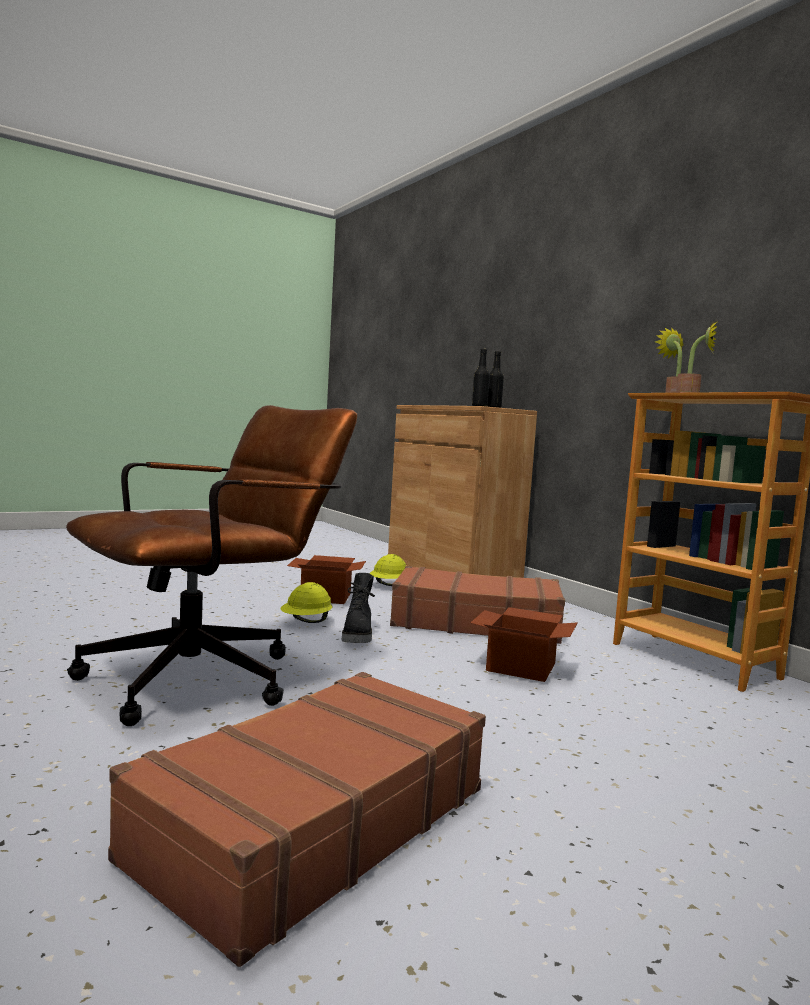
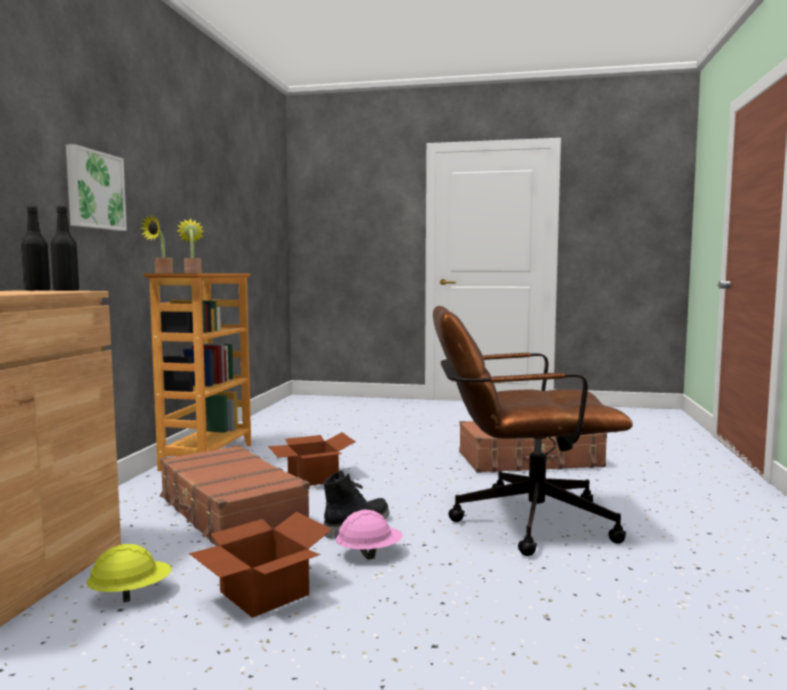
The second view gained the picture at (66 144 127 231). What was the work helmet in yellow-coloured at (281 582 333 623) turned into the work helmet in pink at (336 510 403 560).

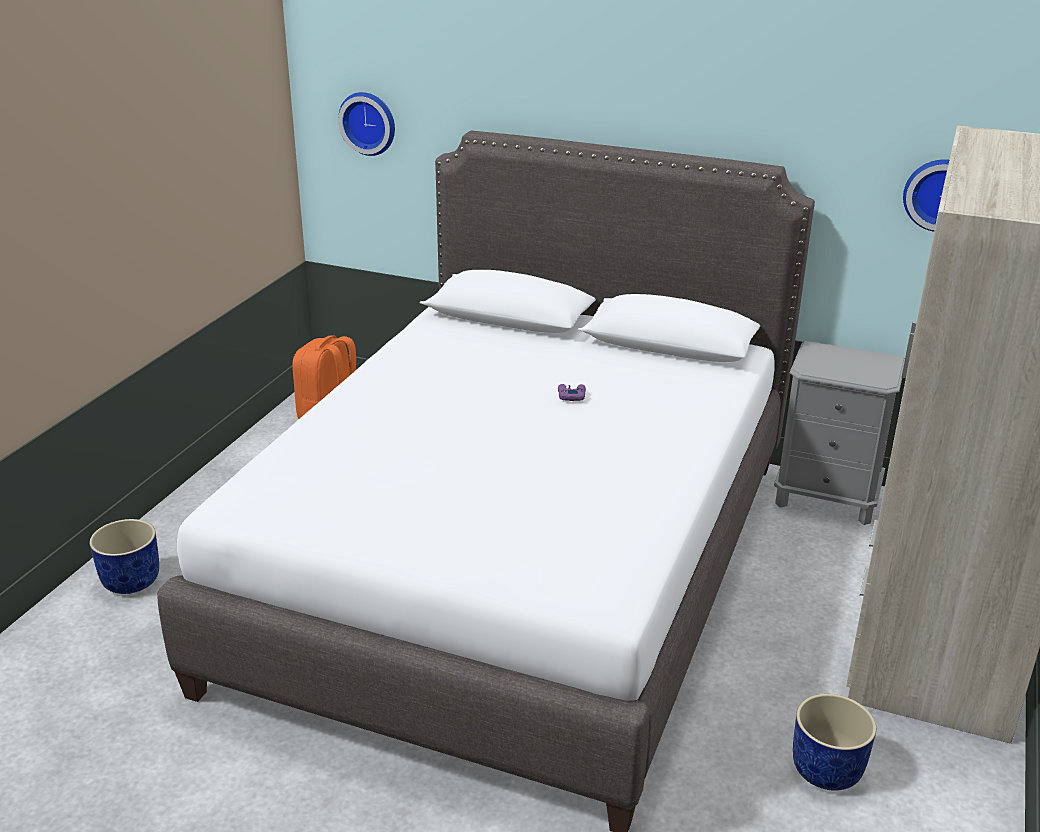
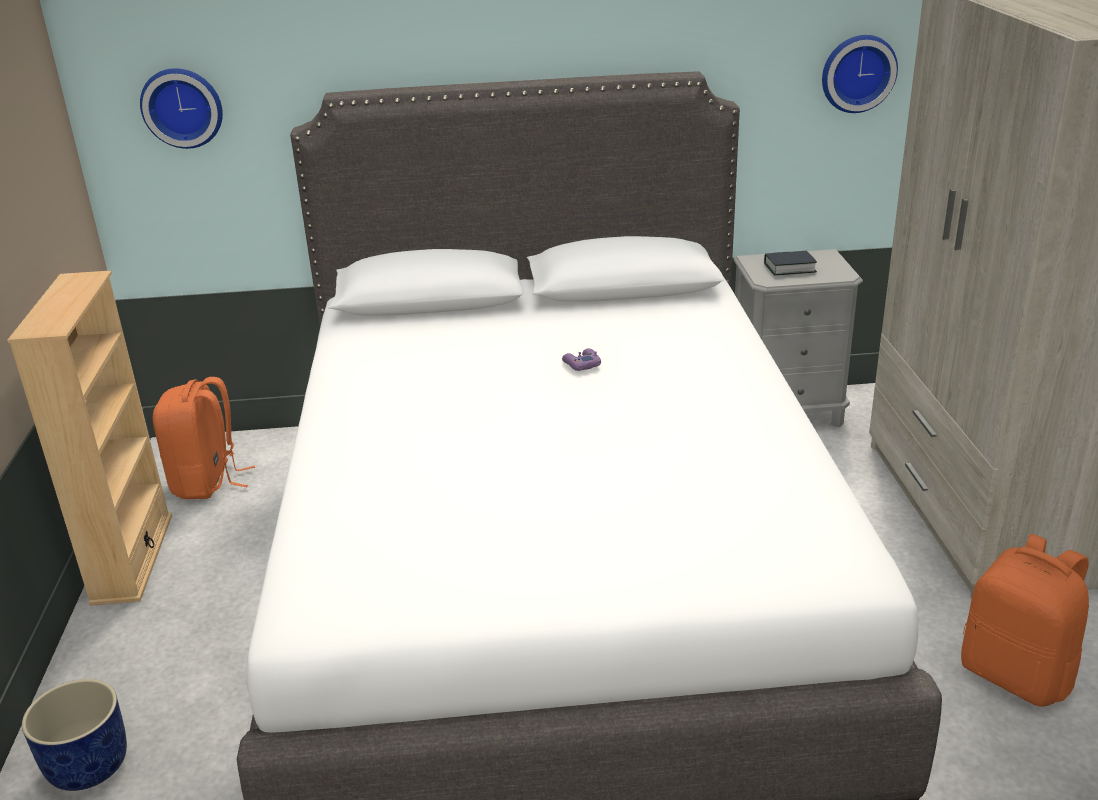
The second view gained the bookshelf in sand-coloured at (7 271 172 606). The second view gained the book at (764 251 817 275). Where the flower pot in bluish stood at (793 694 876 791), the rucksack in orange-coloured came to stand at (961 534 1089 707).

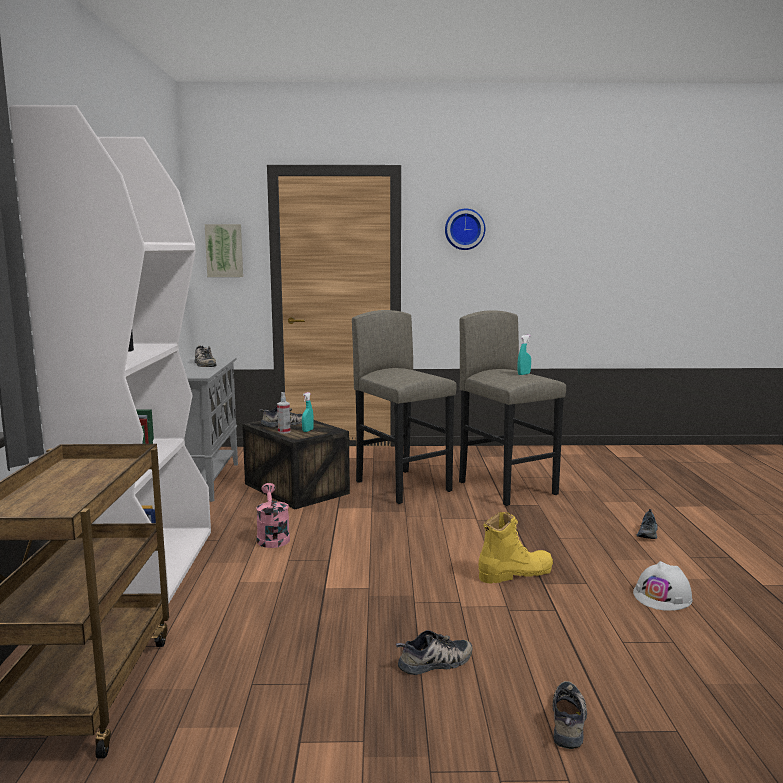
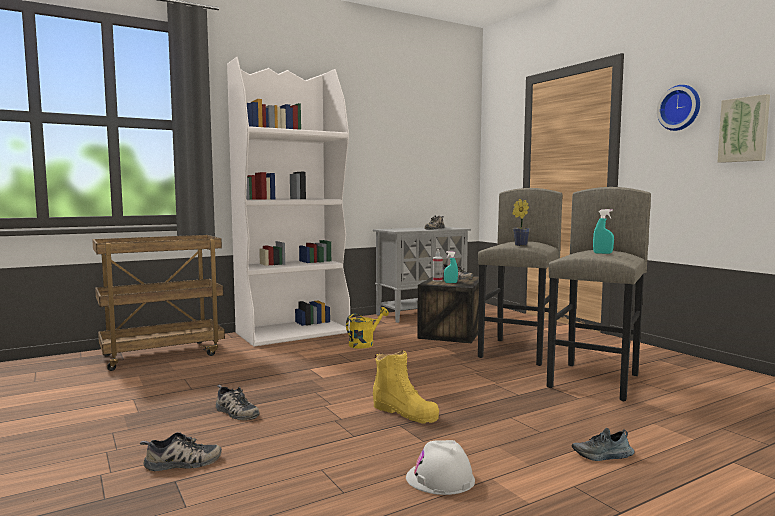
What was the watering pot in pink at (256 483 290 548) turned into the watering pot in yellow-coloured at (346 307 389 348). The second view gained the houseplant at (512 199 530 246). The picture ended up elsewhere, having gone from (205 224 243 277) to (717 94 770 163).

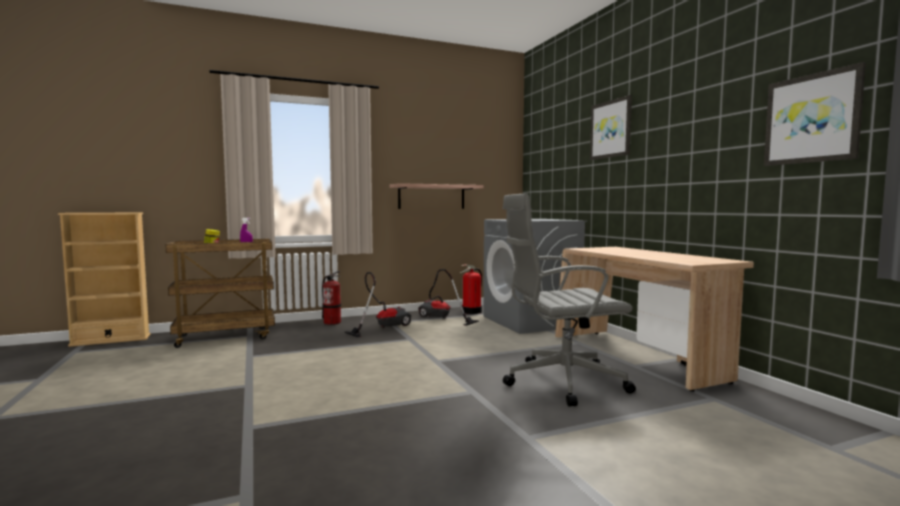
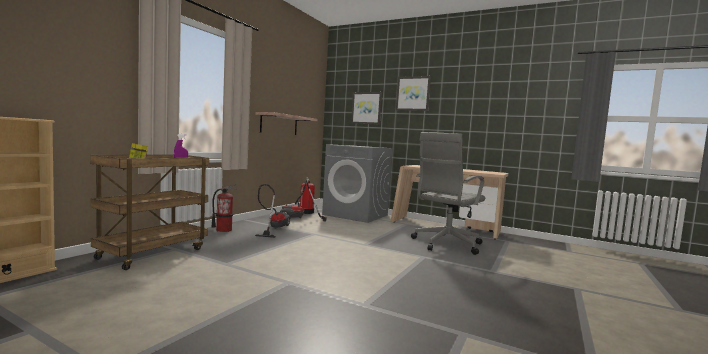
The picture ended up elsewhere, having gone from (764 62 866 166) to (351 92 382 124).

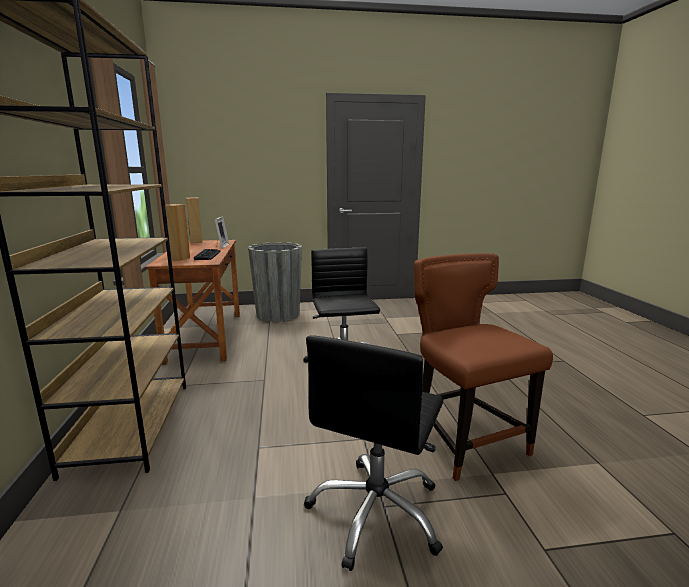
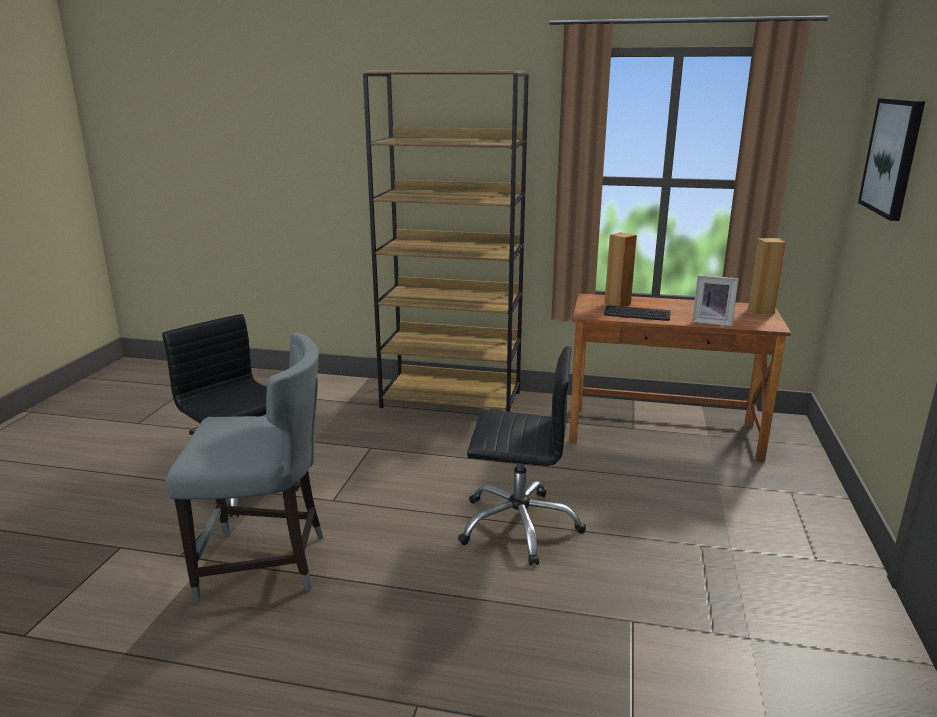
What was the plain chair in brown at (414 253 553 481) turned into the plain chair in grey at (165 333 323 603). The second view gained the picture at (858 98 925 221). The second view lost the flower pot in grey at (248 242 302 322).

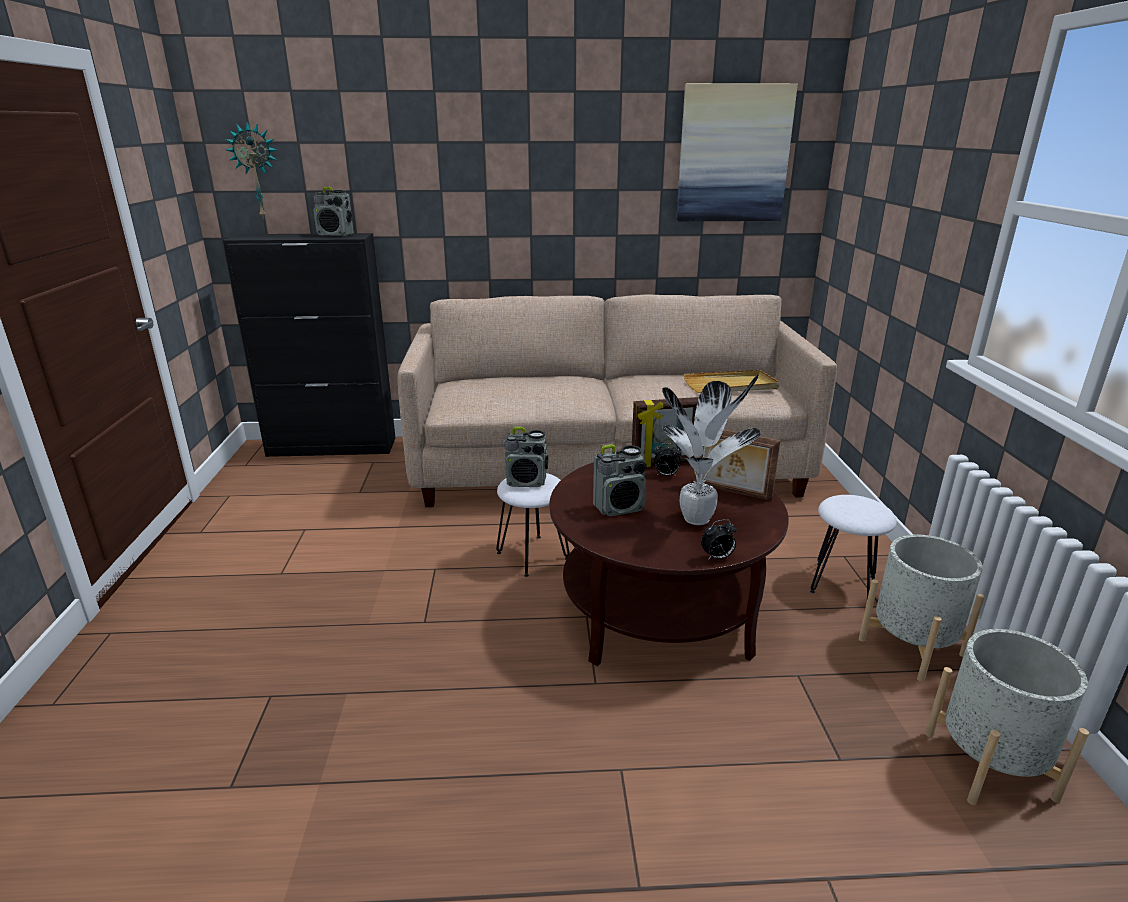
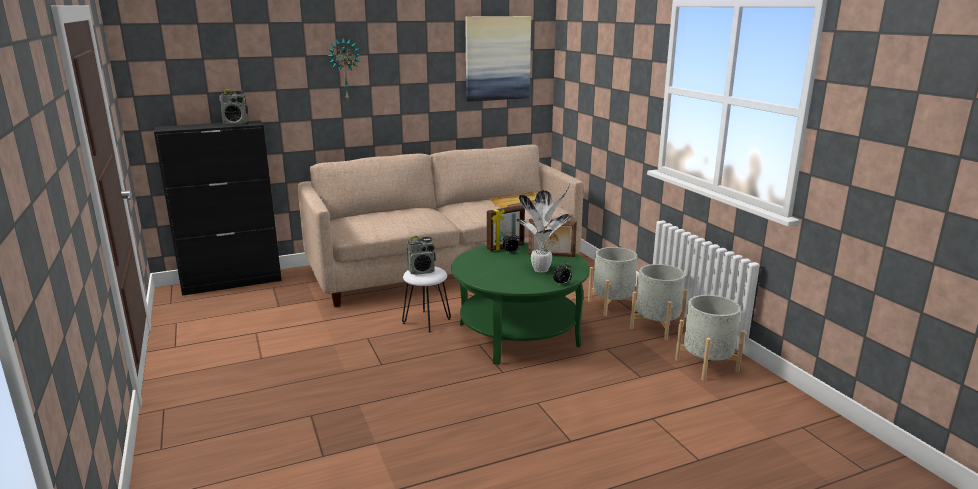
The wall clock ended up elsewhere, having gone from (225 122 277 220) to (328 38 360 101). What was the lounge table in brown at (549 462 789 666) turned into the lounge table in greenish at (451 243 590 365). Where the stool in whitish stood at (810 495 897 599), the flower pot in grey came to stand at (588 247 639 316). The second view lost the radio set at (593 445 647 516).

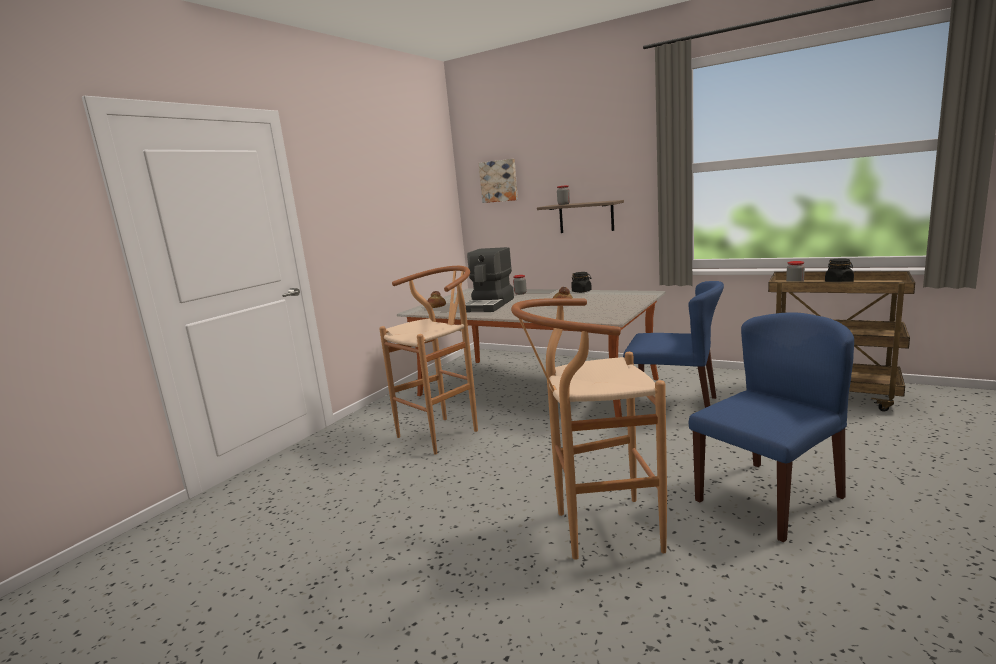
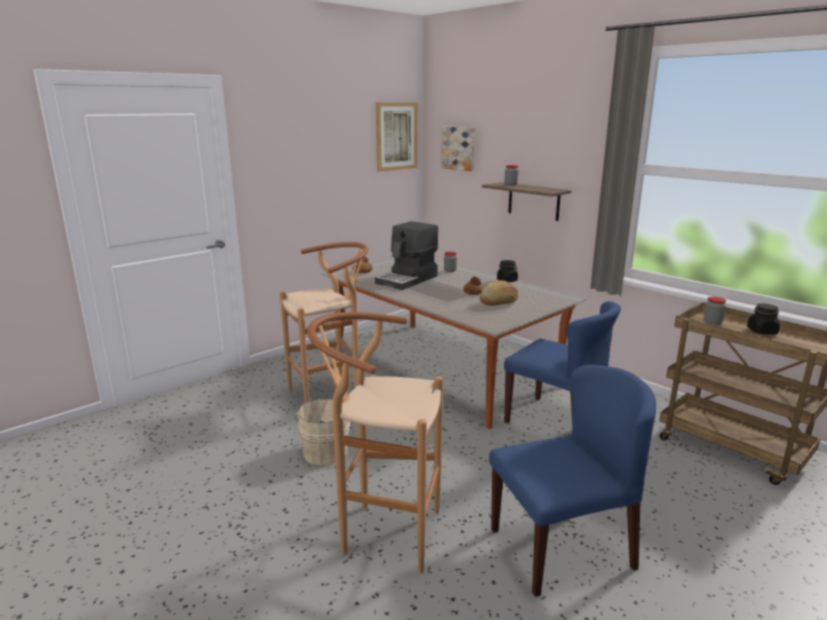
The second view gained the water bucket in sand-coloured at (294 399 350 465). The second view gained the picture at (376 102 418 172). The second view gained the baked bread at (479 280 518 306).

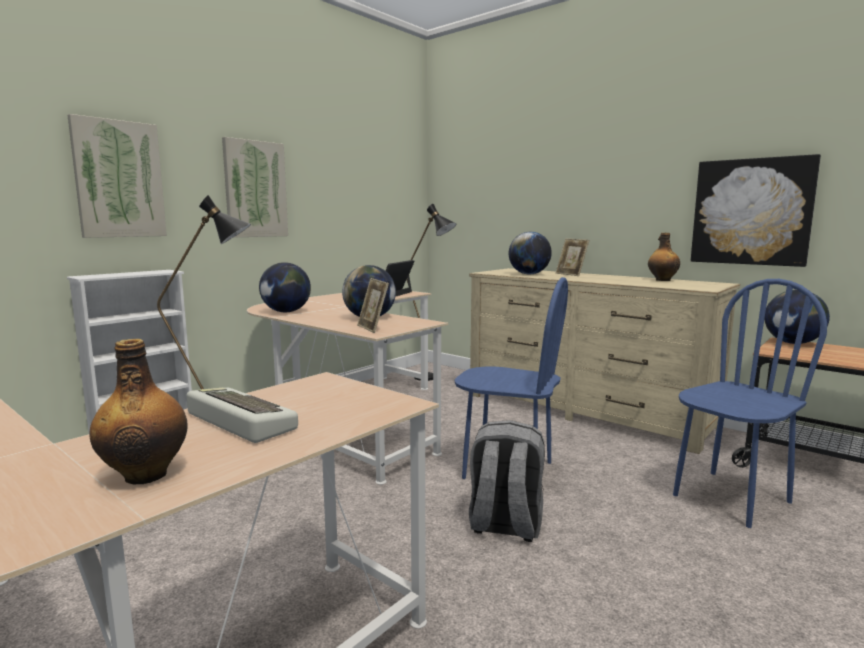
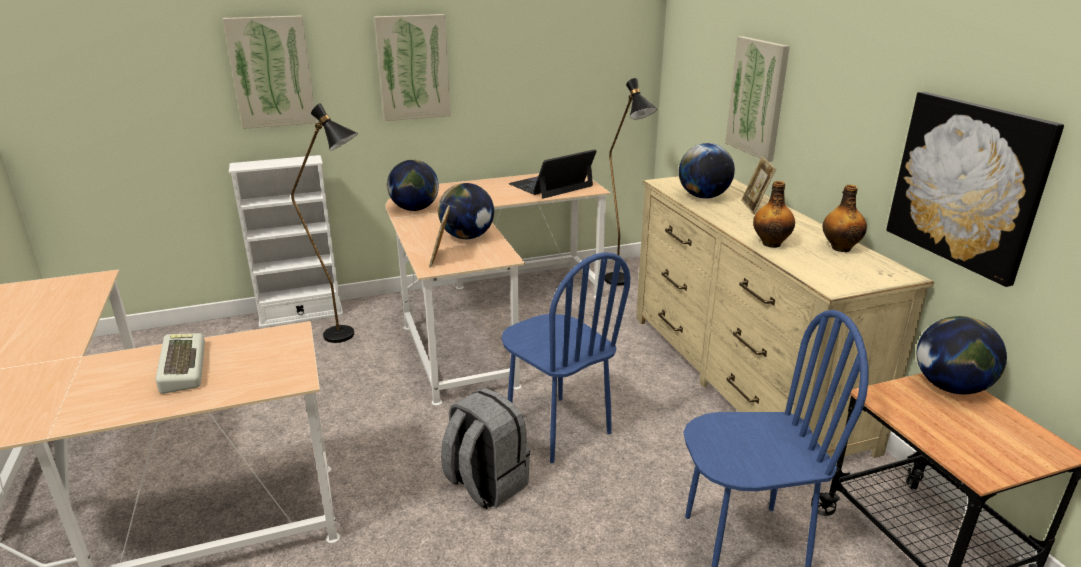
The second view gained the picture at (725 36 790 162). The beverage bottle ended up elsewhere, having gone from (90 339 188 484) to (753 181 795 248).

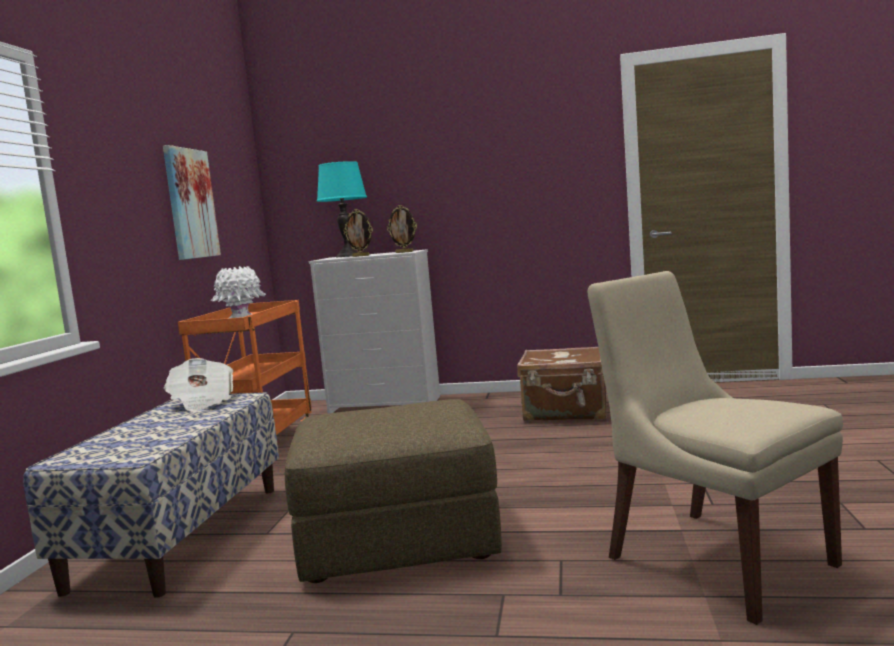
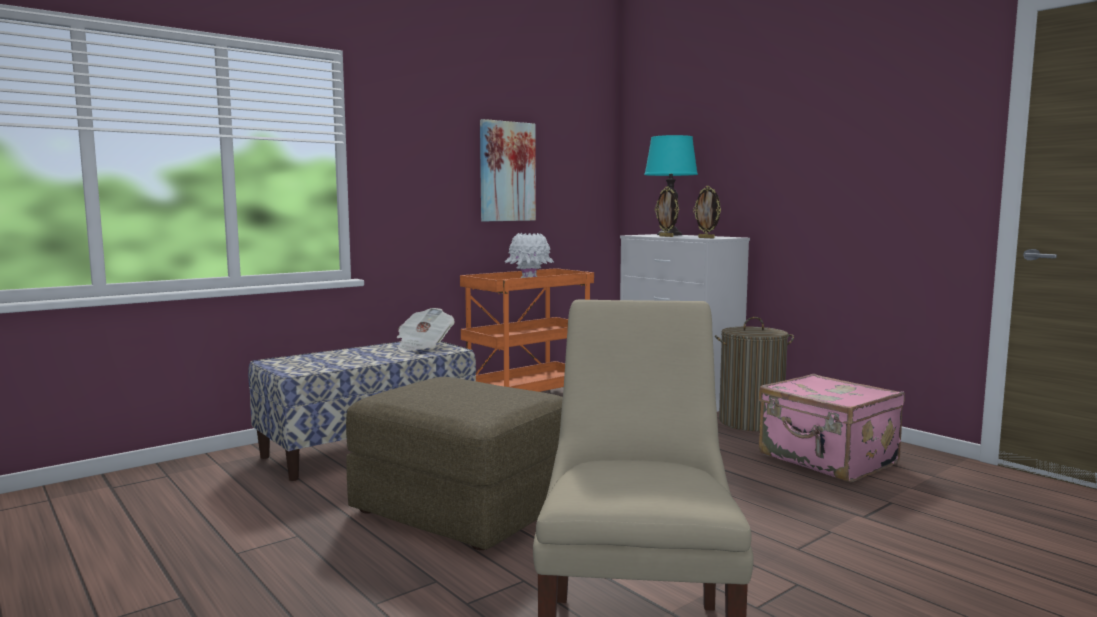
The second view gained the washing basket at (715 317 794 431). What was the travel case in brown at (517 347 606 421) turned into the travel case in pink at (759 374 905 482).

